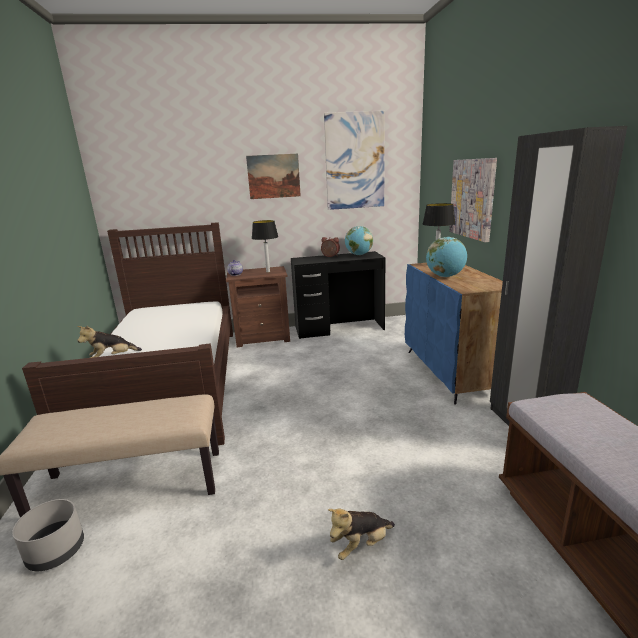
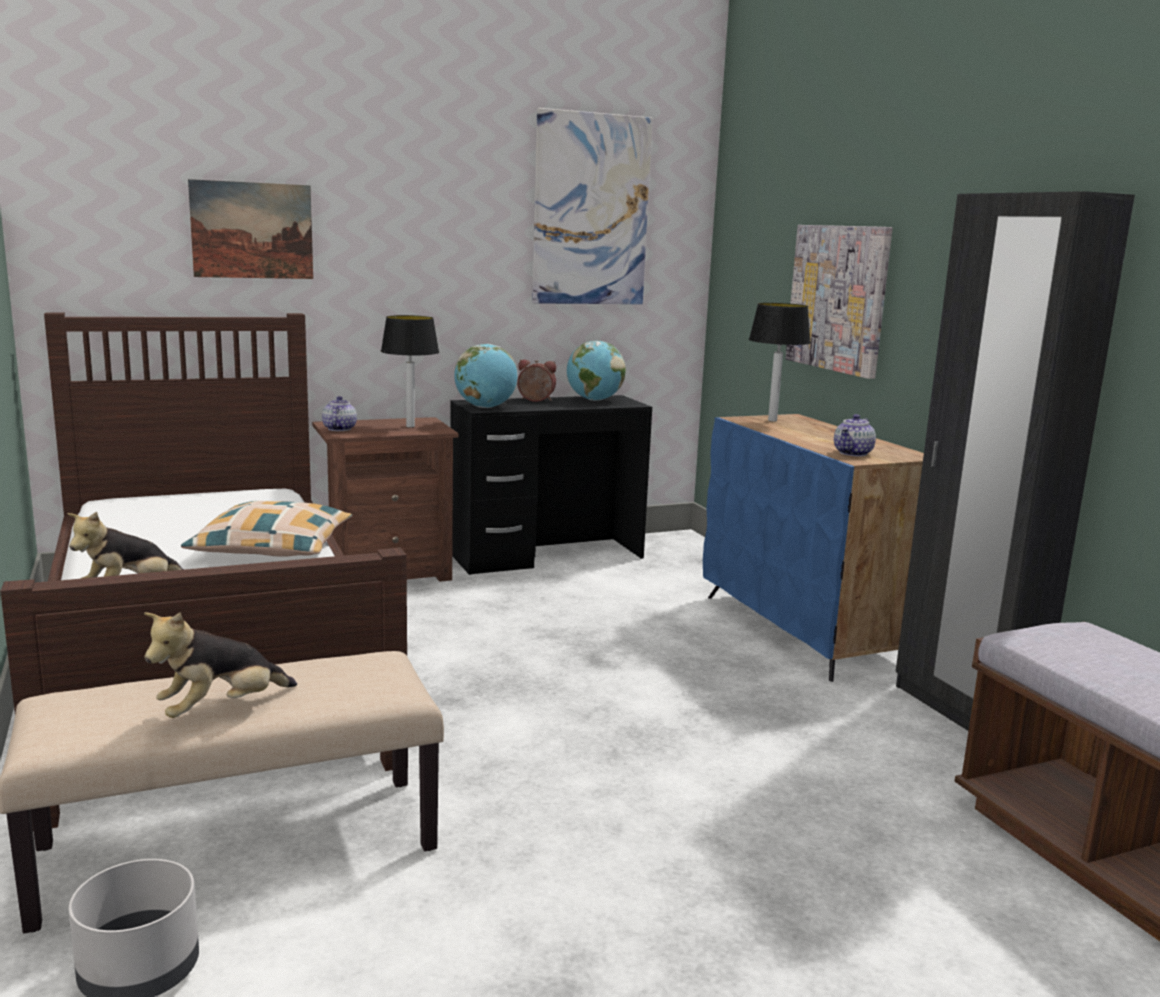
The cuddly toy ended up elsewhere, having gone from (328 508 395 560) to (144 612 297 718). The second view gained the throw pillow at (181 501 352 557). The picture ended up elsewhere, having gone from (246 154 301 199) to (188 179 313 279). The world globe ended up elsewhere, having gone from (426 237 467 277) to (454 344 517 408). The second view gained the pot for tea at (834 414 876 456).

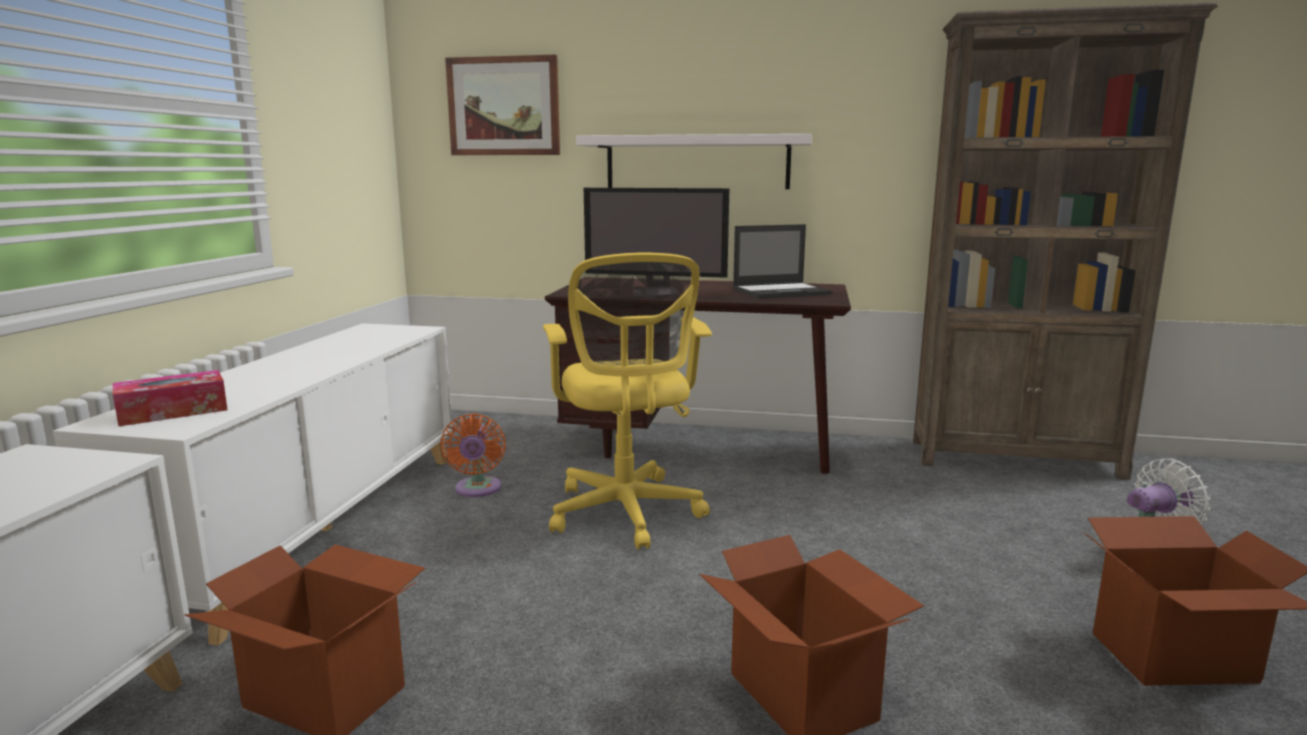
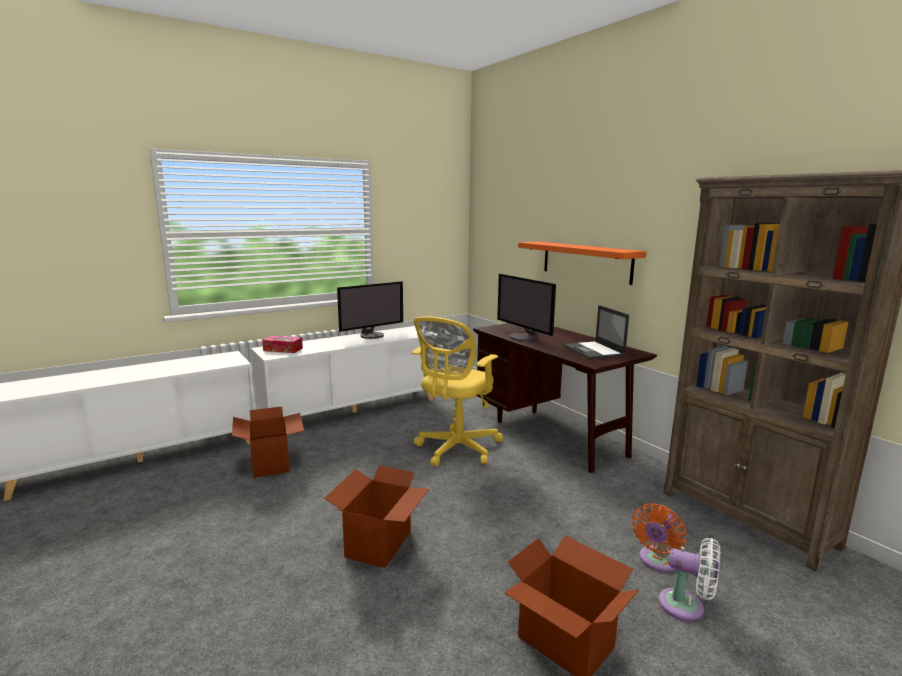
The second view gained the computer display at (337 281 403 339). What was the wall shelf in whitish at (576 134 812 189) turned into the wall shelf in orange-coloured at (518 241 647 285). The notebook computer at (733 224 833 299) ended up facing another way, 45 degrees clockwise from before. The cooling fan in orange-coloured ended up elsewhere, having gone from (440 413 506 497) to (632 503 687 573). The second view lost the picture at (445 55 560 155).

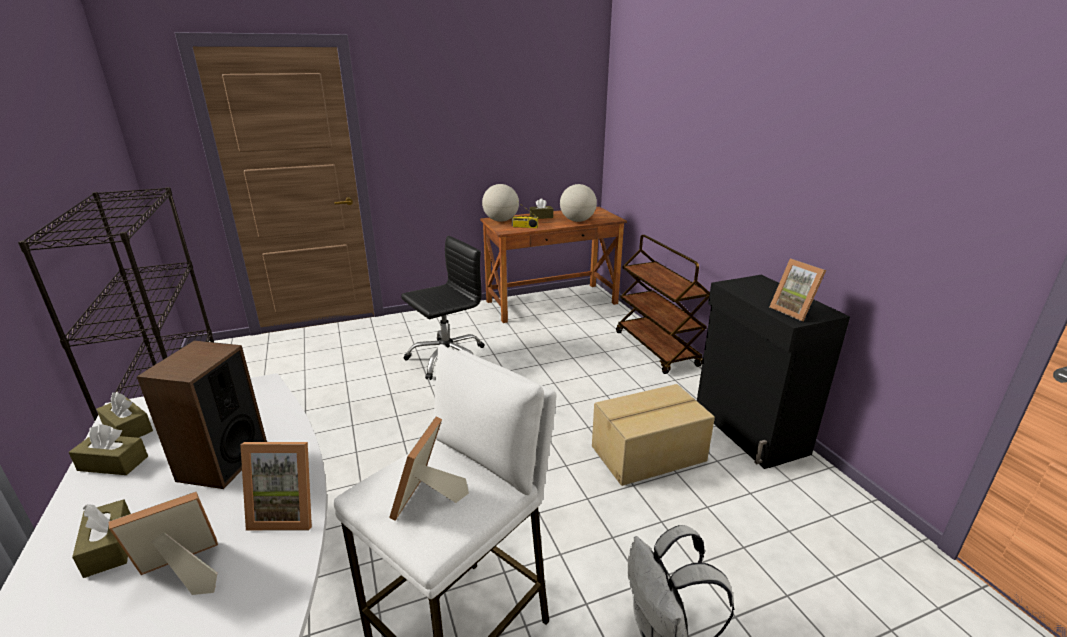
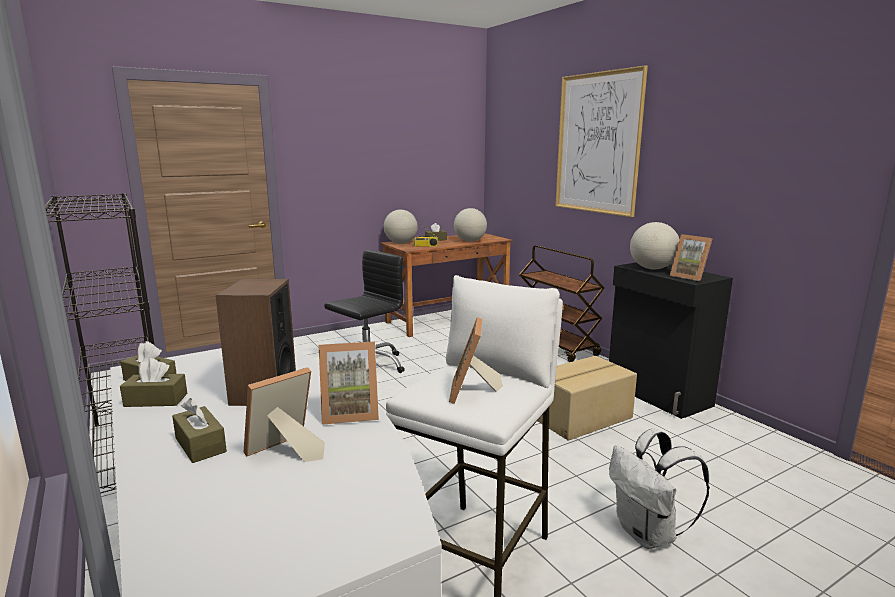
The second view gained the picture at (555 66 648 217). The second view gained the world globe at (630 222 680 269).

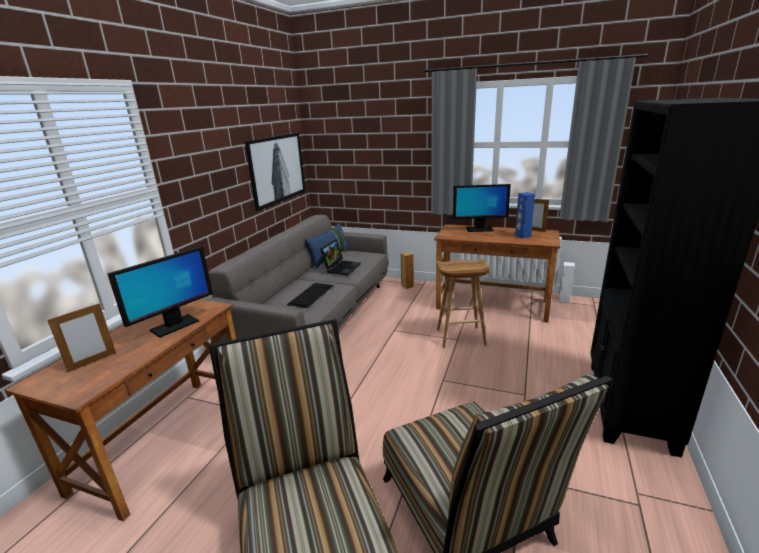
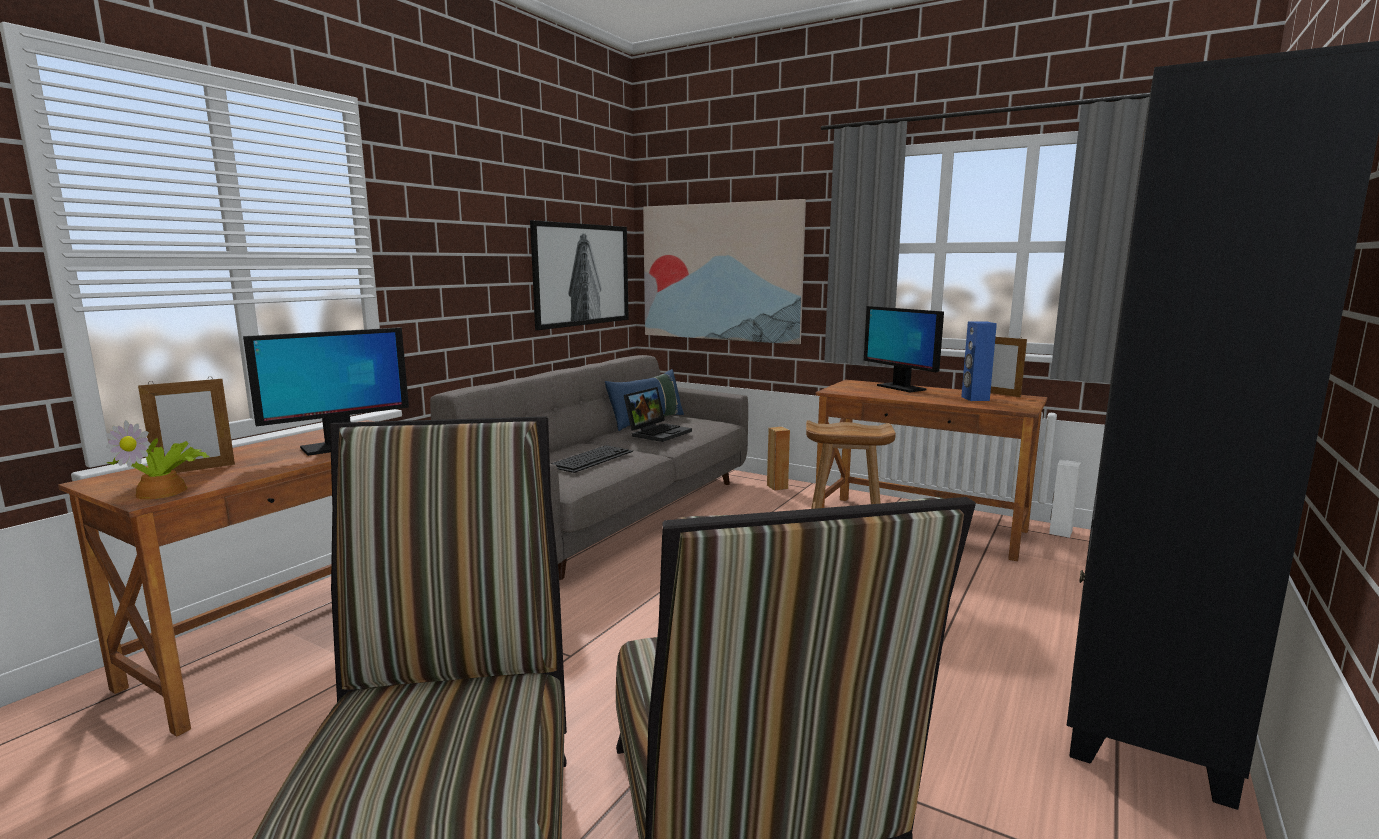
The second view gained the houseplant at (105 420 209 499). The second view gained the picture at (643 199 806 345). The computer display at (453 184 511 232) ended up facing another way, 45 degrees clockwise from before.

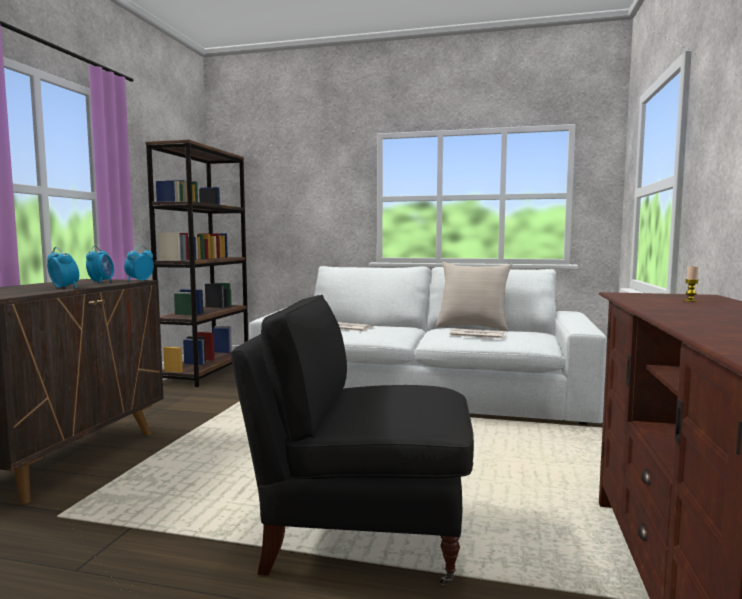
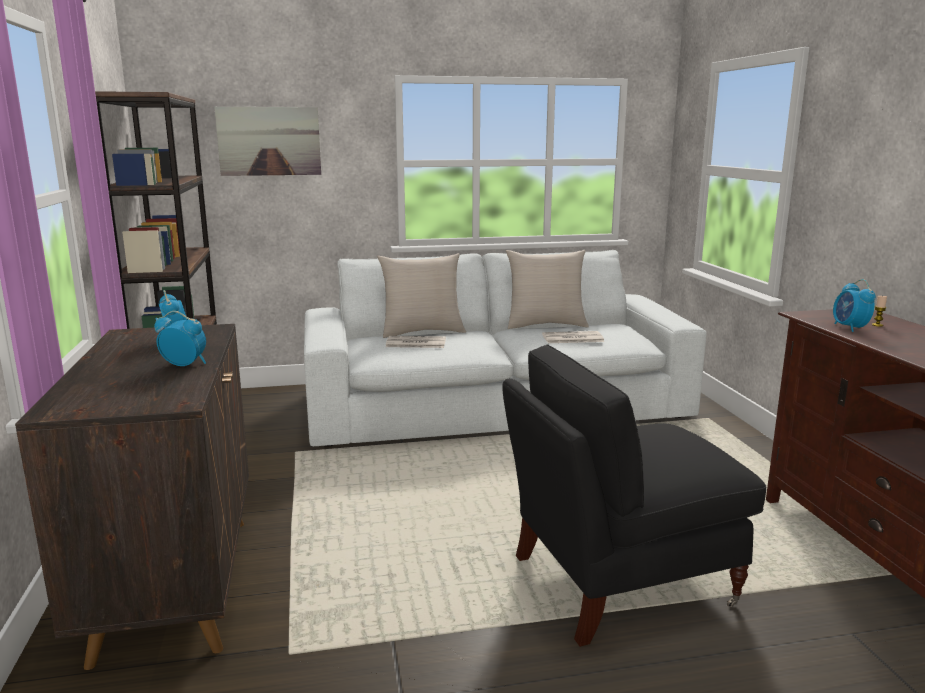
The second view gained the picture at (215 107 321 176). The second view gained the throw pillow in sand-coloured at (377 253 466 338). The alarm clock ended up elsewhere, having gone from (124 246 154 282) to (833 279 876 332).

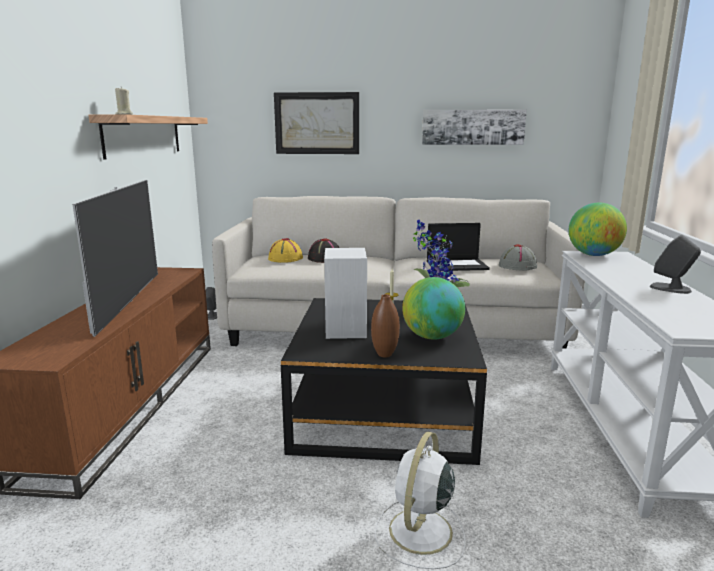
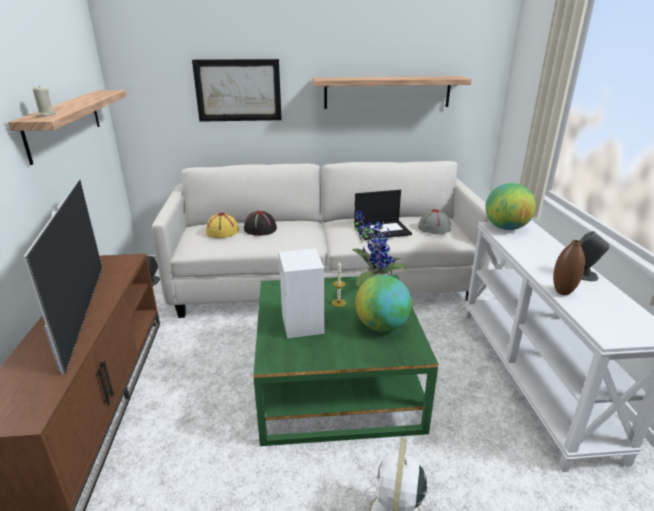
What was the lounge table in blackish at (281 298 487 465) turned into the lounge table in greenish at (254 275 438 446). Where the picture hung at (422 110 527 145), the wall shelf came to hang at (313 76 471 109). The flower vase in brown ended up elsewhere, having gone from (371 294 400 358) to (553 240 585 295).

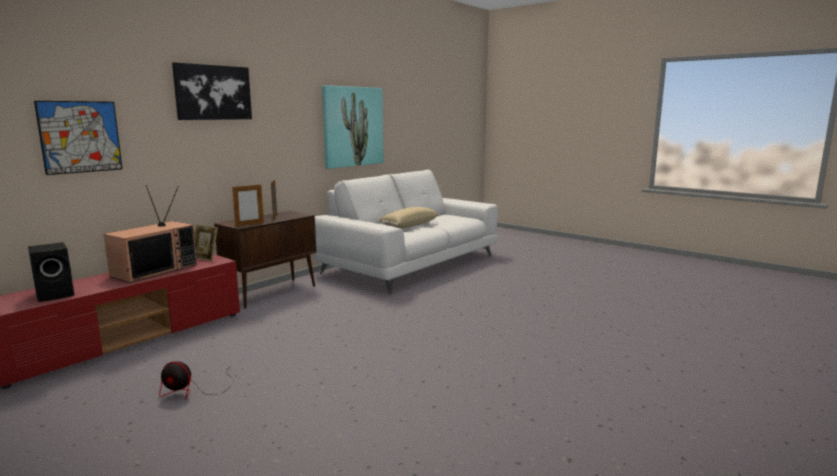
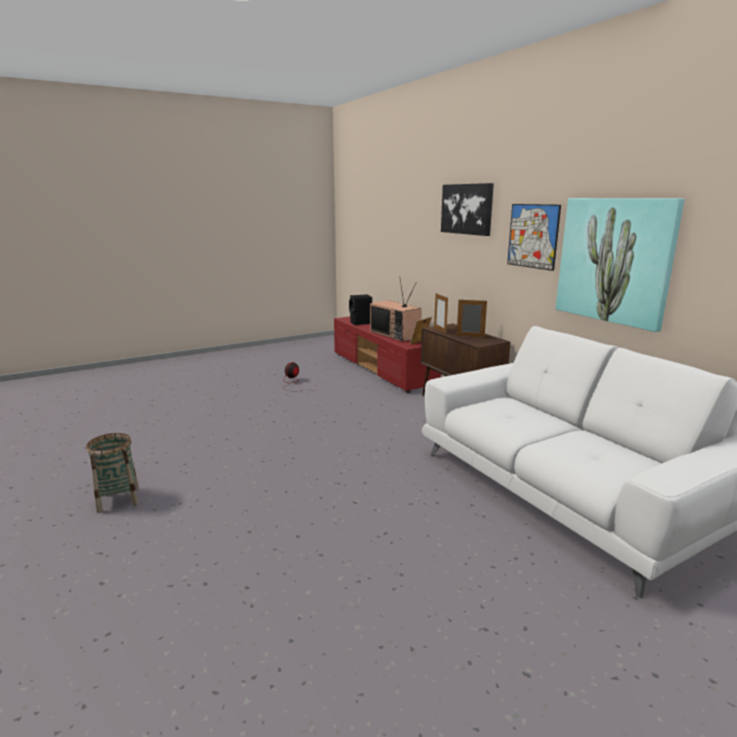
The second view gained the storage basket at (86 433 139 513). The picture ended up elsewhere, having gone from (34 101 123 175) to (507 204 561 271). The second view lost the throw pillow in sand-coloured at (377 207 439 229).

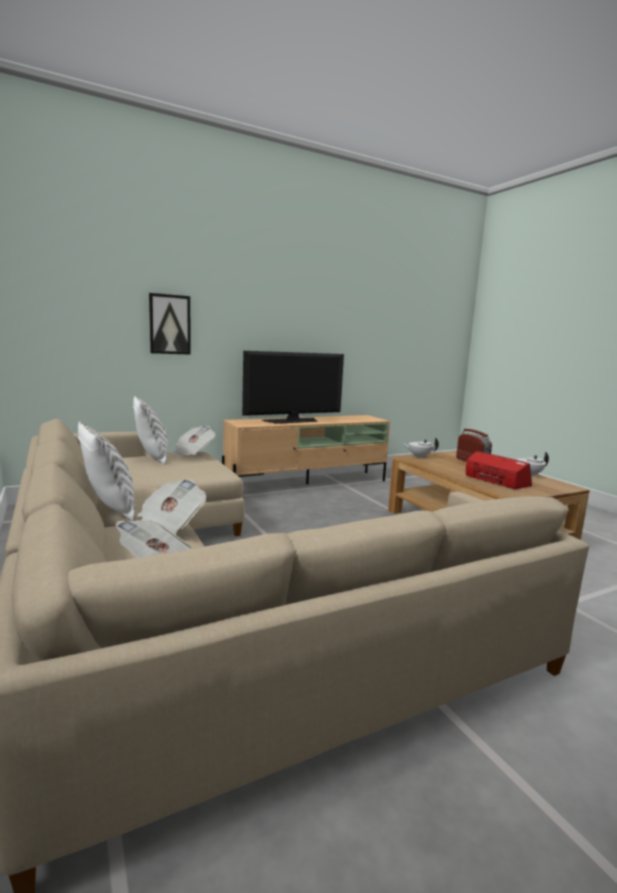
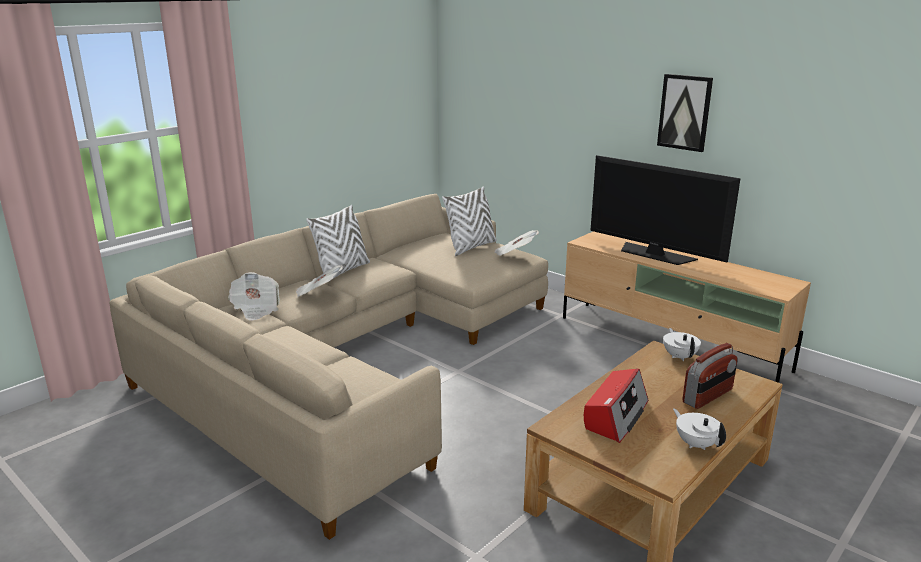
The picture ended up elsewhere, having gone from (149 293 191 355) to (657 74 713 152).

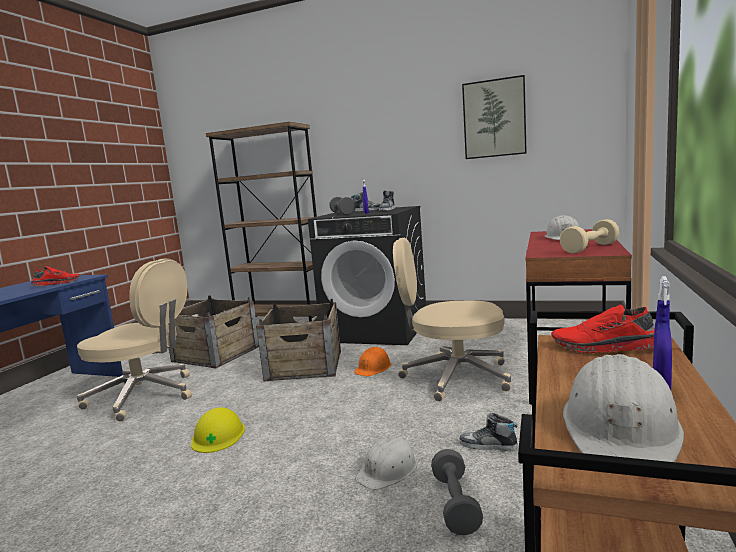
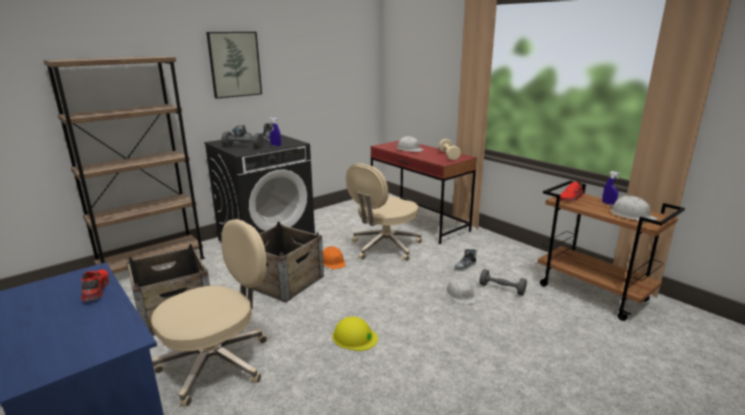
The picture ended up elsewhere, having gone from (462 75 527 159) to (206 32 262 99).

